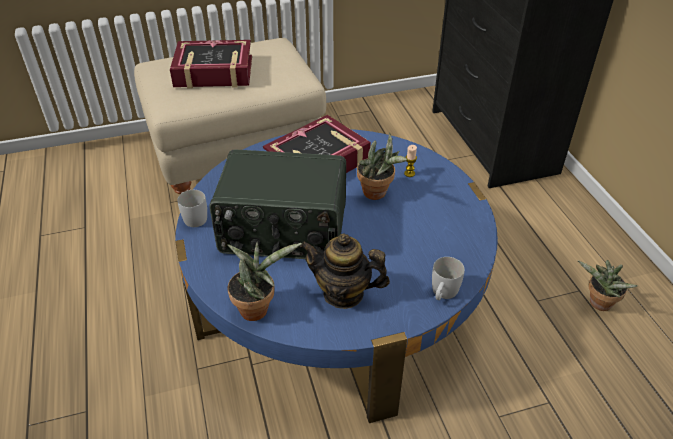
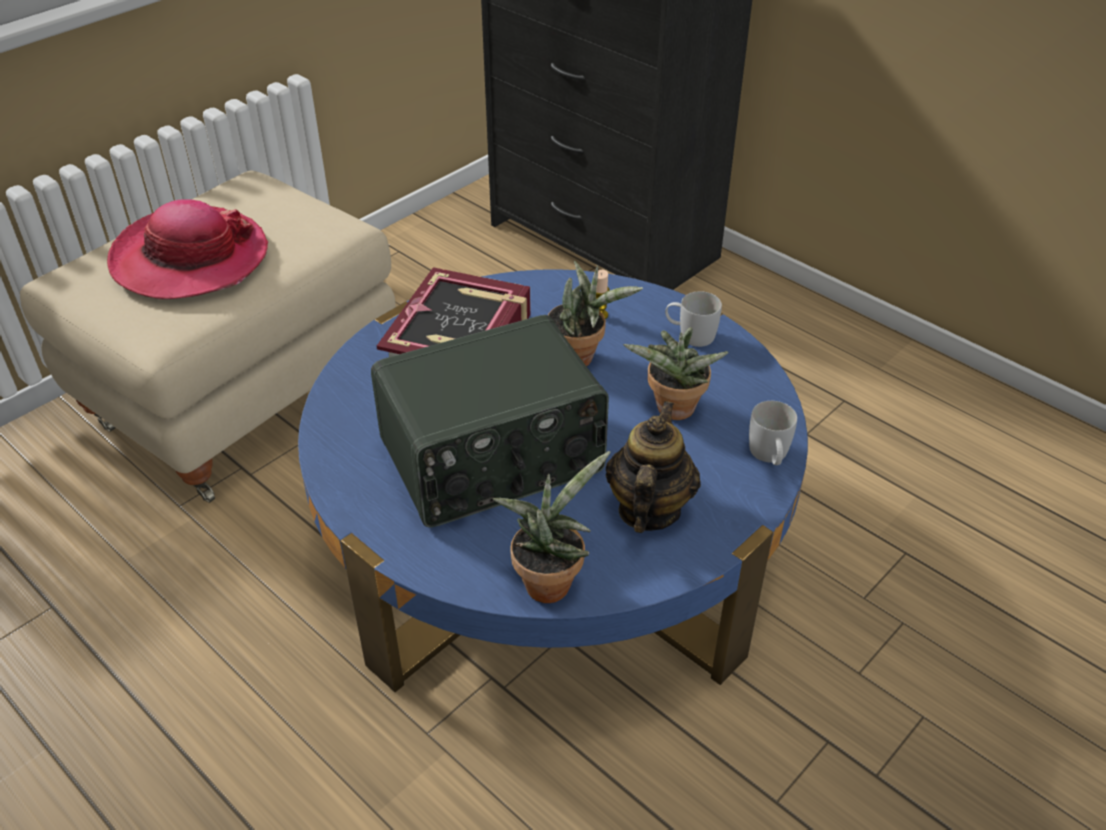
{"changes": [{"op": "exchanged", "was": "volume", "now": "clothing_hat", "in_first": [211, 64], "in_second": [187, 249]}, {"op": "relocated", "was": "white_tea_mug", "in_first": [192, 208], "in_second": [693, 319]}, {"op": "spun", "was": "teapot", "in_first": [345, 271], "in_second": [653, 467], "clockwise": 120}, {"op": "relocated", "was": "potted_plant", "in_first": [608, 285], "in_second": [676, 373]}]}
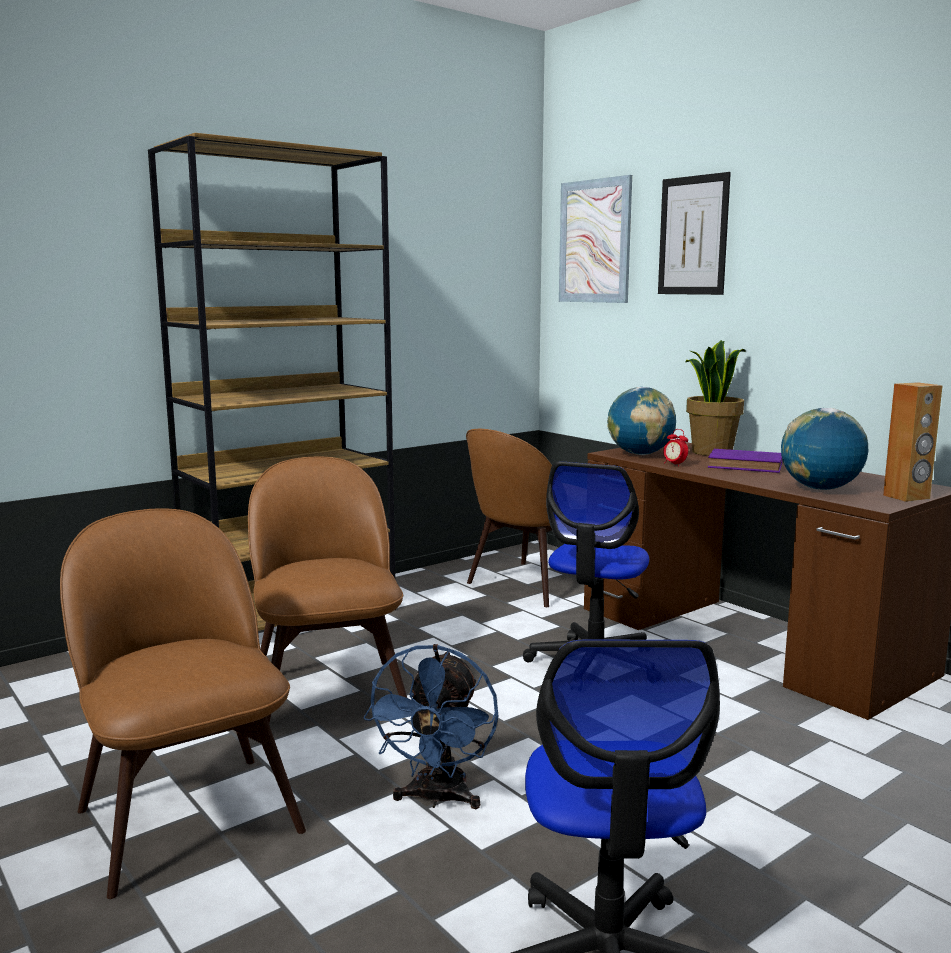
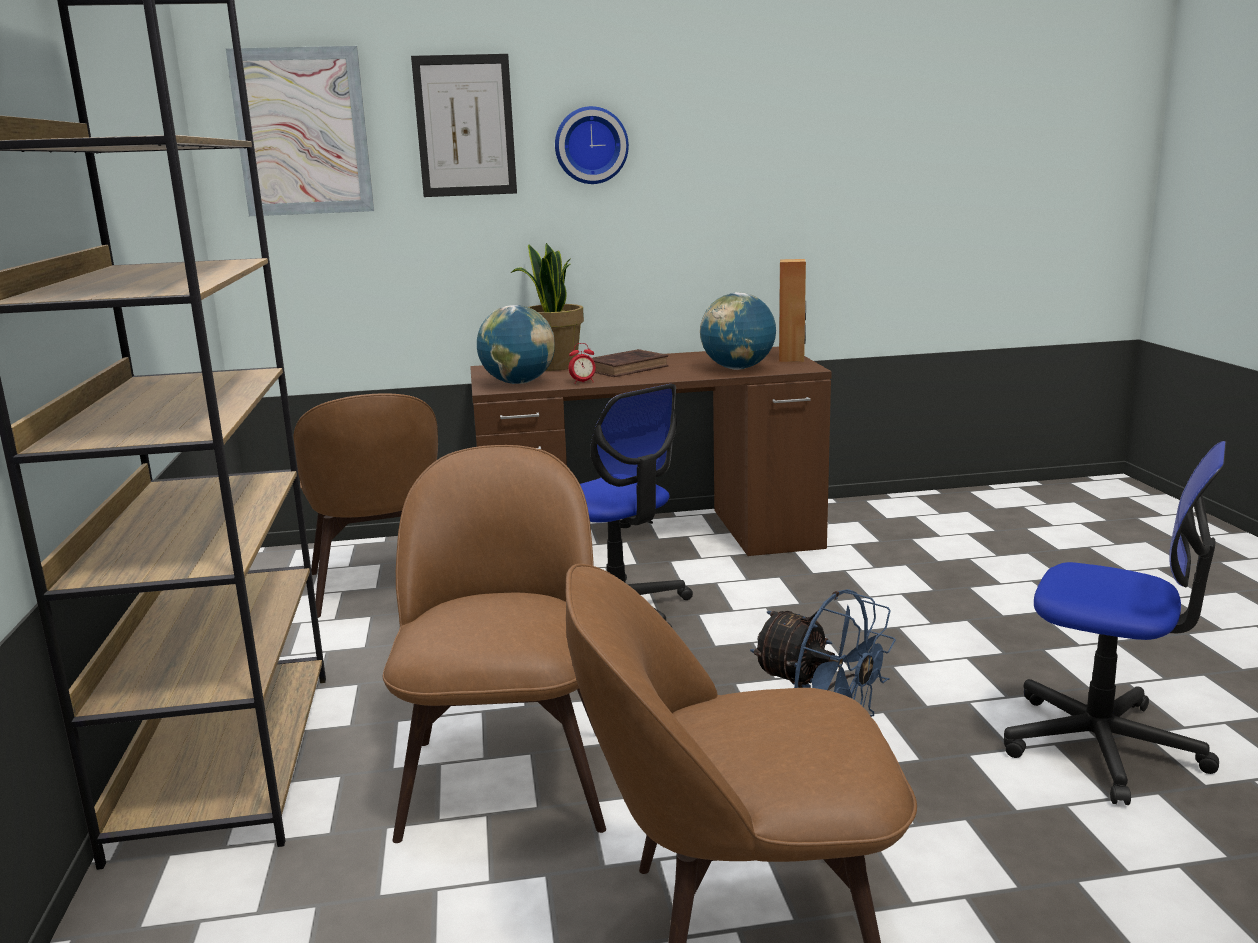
{"changes": [{"op": "spun", "was": "brown-coloured_chair", "in_first": [327, 589], "in_second": [494, 644], "clockwise": 75}, {"op": "colour", "was": "purplish_volume", "now": "brown-coloured_volume", "in_first": [745, 461], "in_second": [630, 363]}, {"op": "appeared", "now": "wall_clock", "in_second": [592, 145]}]}
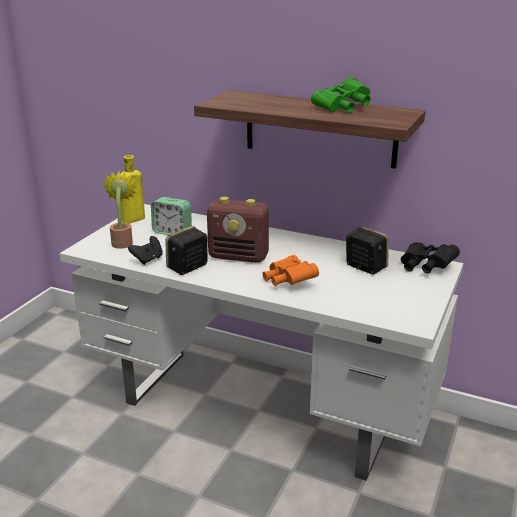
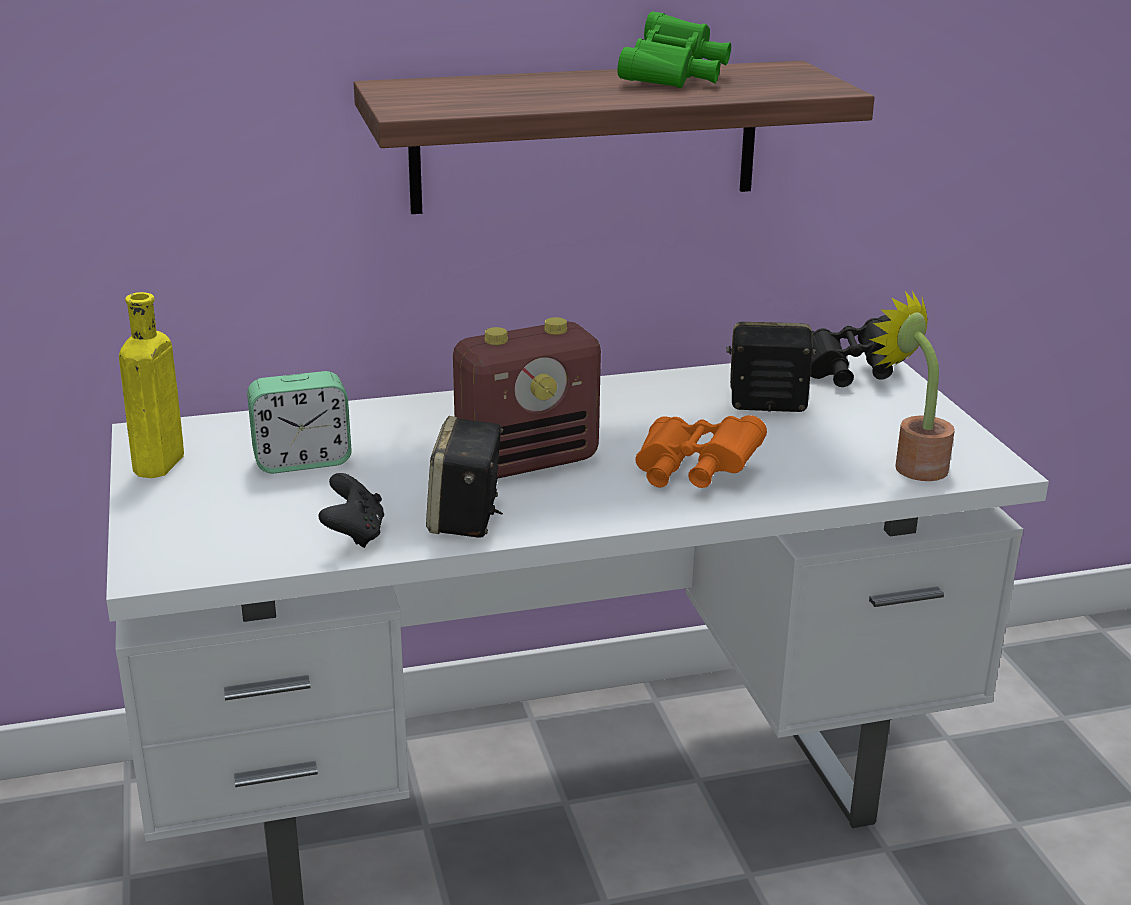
{"changes": [{"op": "relocated", "was": "potted_plant", "in_first": [120, 210], "in_second": [912, 386]}]}
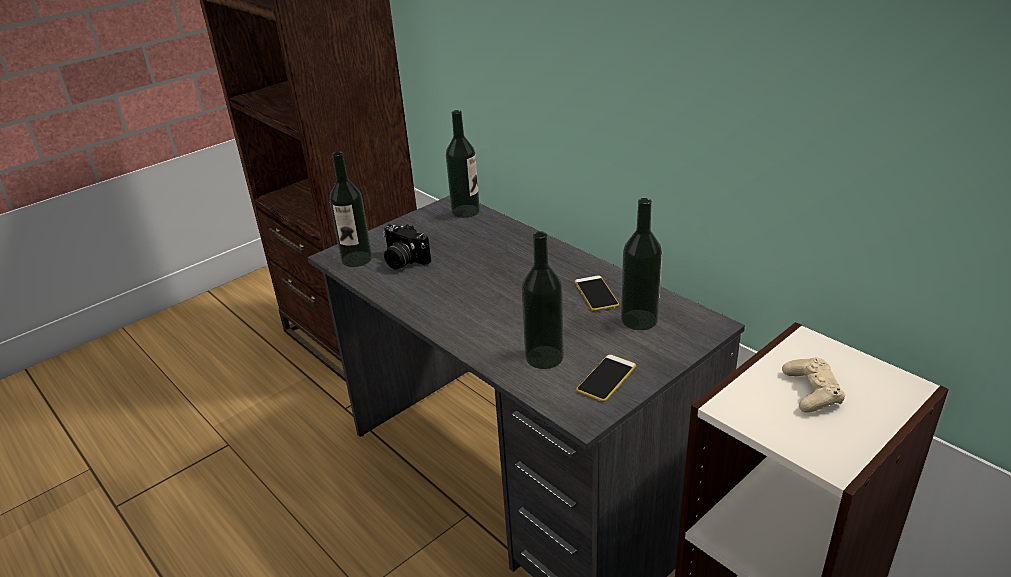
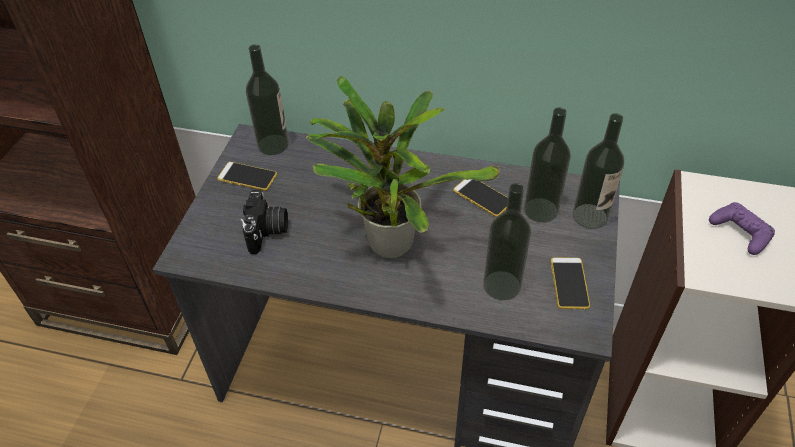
{"changes": [{"op": "relocated", "was": "bottle", "in_first": [350, 209], "in_second": [598, 171]}, {"op": "spun", "was": "photo_camera", "in_first": [407, 247], "in_second": [264, 221], "clockwise": -90}, {"op": "colour", "was": "beige_game_controller", "now": "purplish_game_controller", "in_first": [813, 385], "in_second": [742, 228]}, {"op": "appeared", "now": "telephone", "in_second": [247, 176]}, {"op": "appeared", "now": "potted_plant", "in_second": [403, 167]}]}
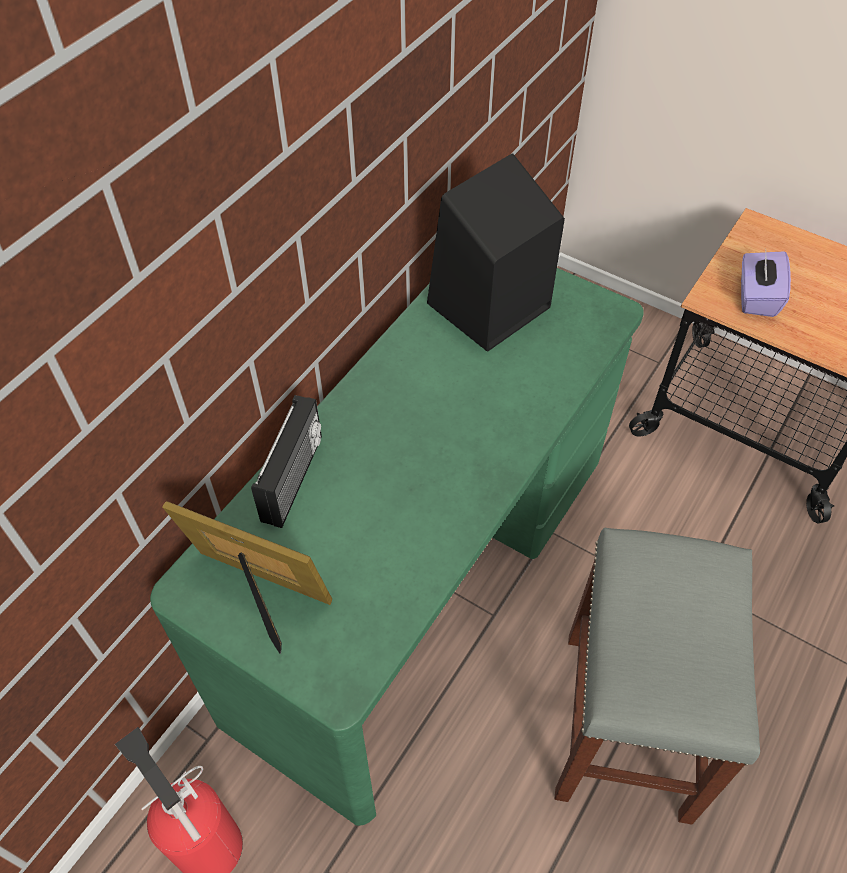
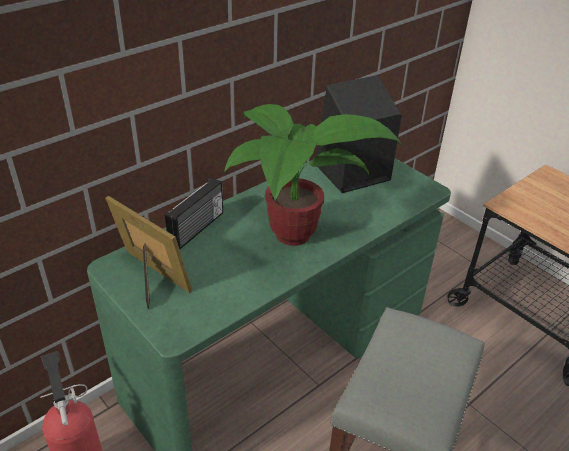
{"changes": [{"op": "missing", "was": "purplish_tissue_box", "in_first": [766, 284]}, {"op": "appeared", "now": "potted_plant", "in_second": [313, 175]}]}
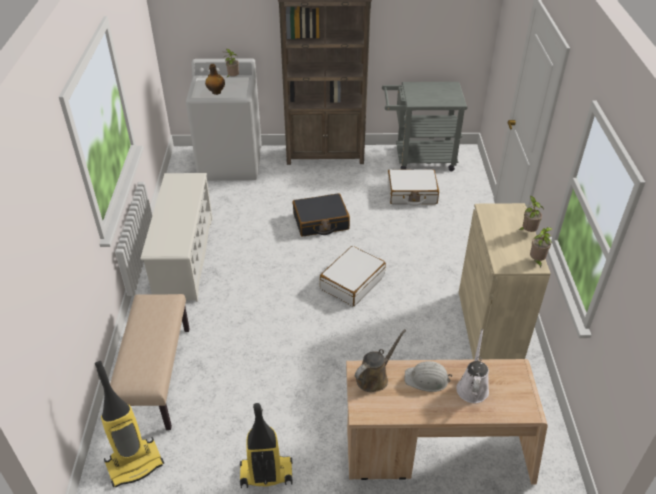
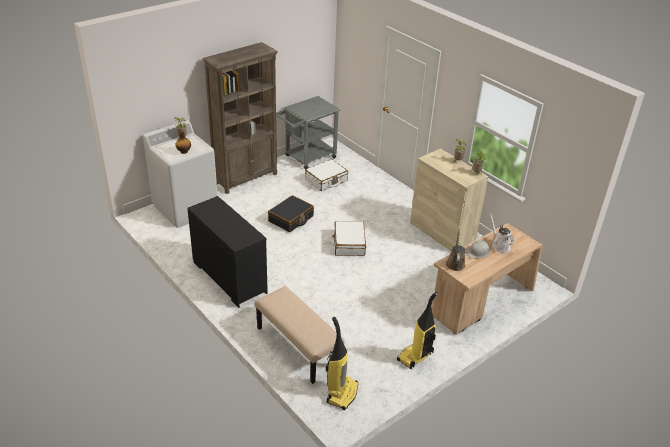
{"changes": [{"op": "exchanged", "was": "white_shoe_stand", "now": "black_dresser", "in_first": [177, 237], "in_second": [227, 252]}]}
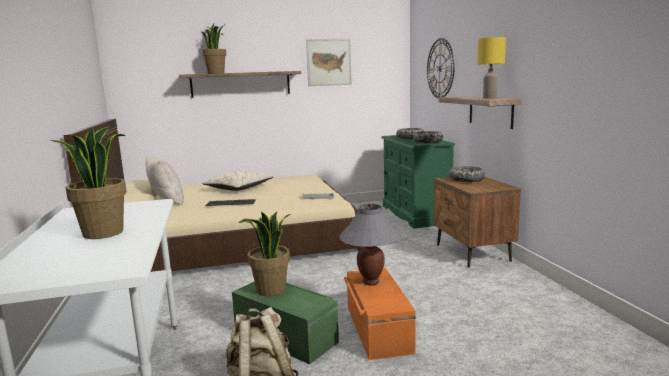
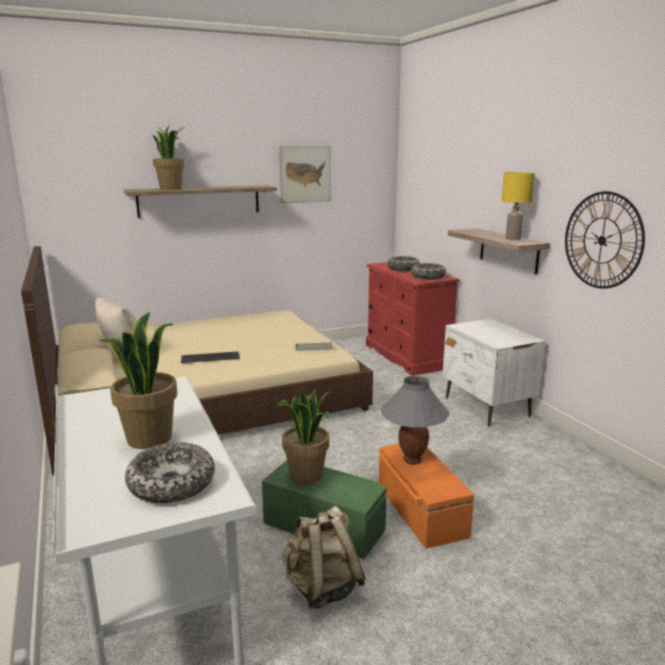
{"changes": [{"op": "missing", "was": "beige_pillow", "in_first": [237, 180]}, {"op": "colour", "was": "green-coloured_dresser", "now": "red_dresser", "in_first": [418, 182], "in_second": [413, 319]}, {"op": "relocated", "was": "wall_clock", "in_first": [441, 68], "in_second": [605, 240]}, {"op": "colour", "was": "brown-coloured_bedside_table", "now": "white_bedside_table", "in_first": [477, 222], "in_second": [493, 373]}, {"op": "relocated", "was": "serving_bowl", "in_first": [467, 174], "in_second": [170, 472]}]}
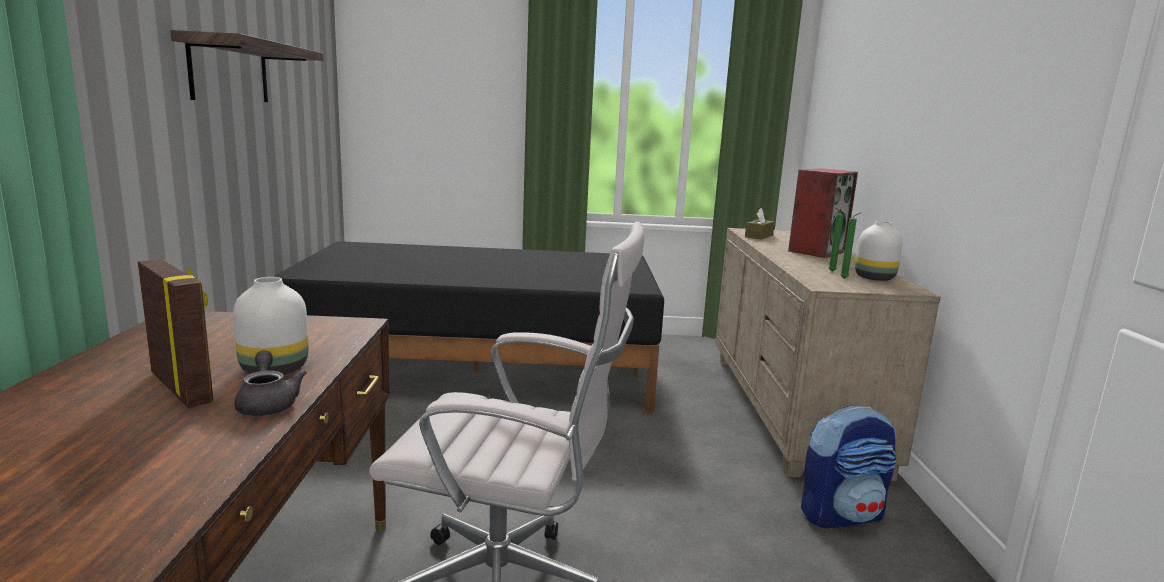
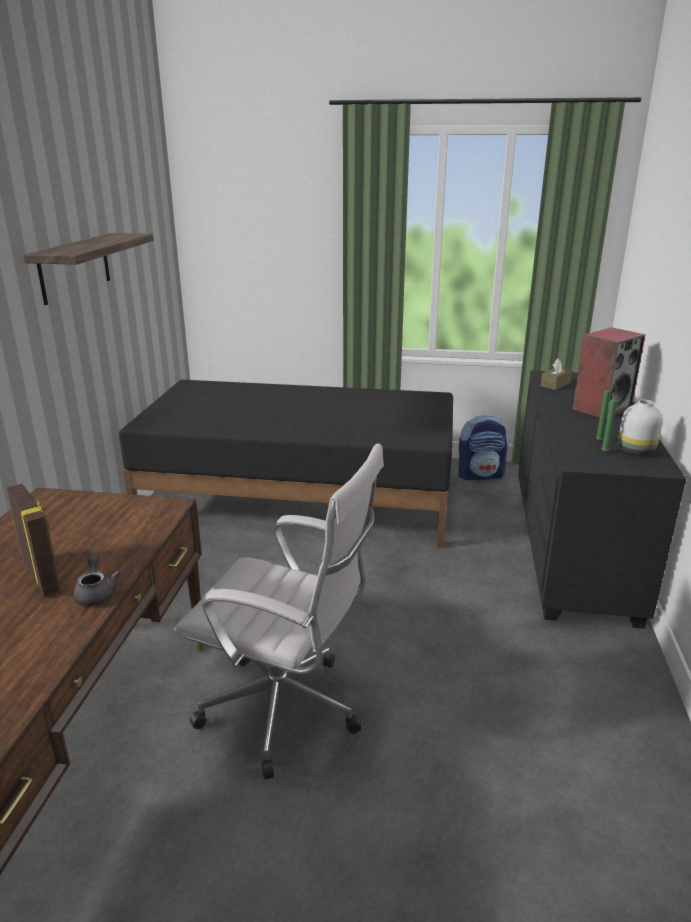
{"changes": [{"op": "missing", "was": "white_vase", "in_first": [271, 326]}, {"op": "colour", "was": "beige_dresser", "now": "black_dresser", "in_first": [828, 354], "in_second": [602, 500]}, {"op": "relocated", "was": "backpack", "in_first": [848, 466], "in_second": [483, 447]}]}
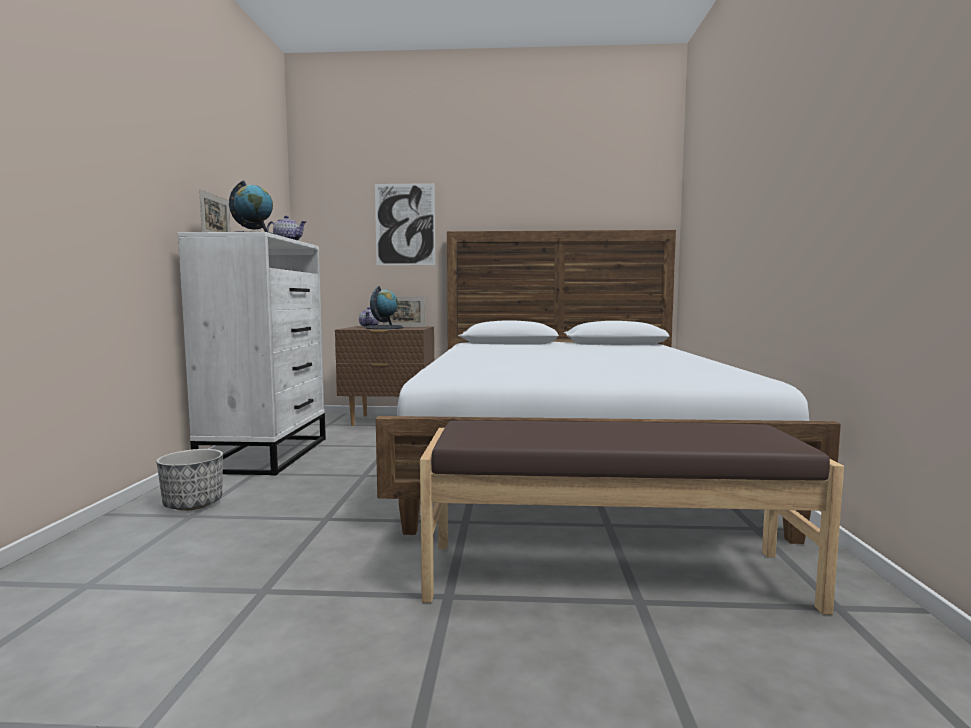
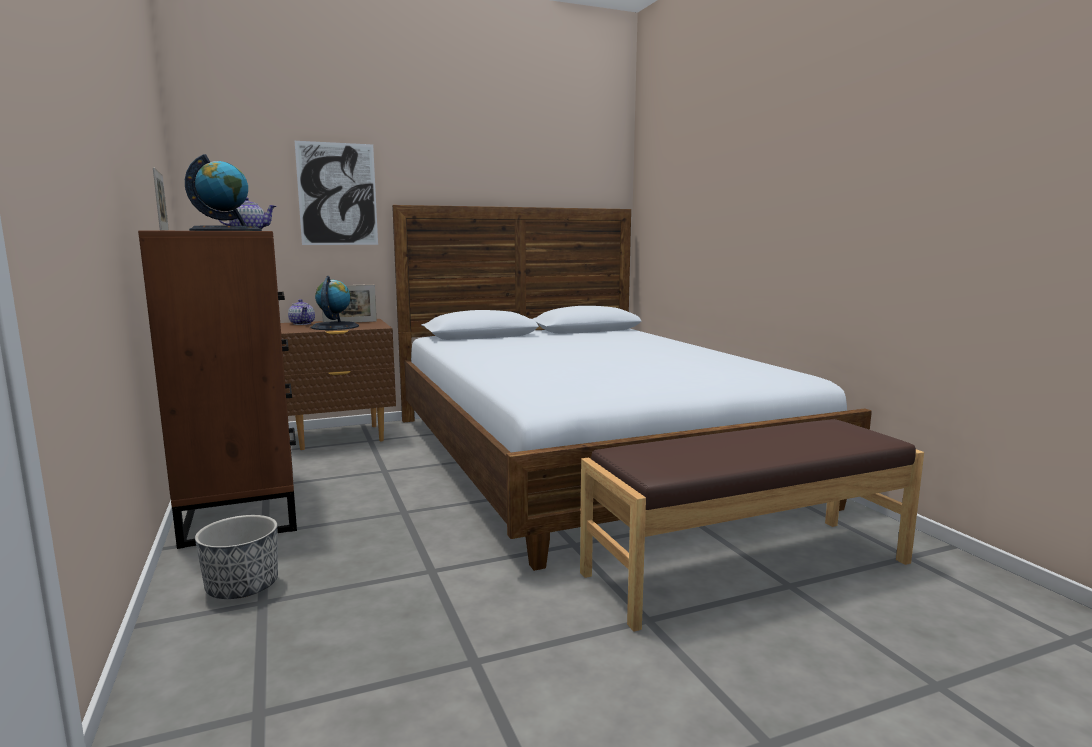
{"changes": [{"op": "colour", "was": "white_dresser", "now": "brown-coloured_dresser", "in_first": [251, 354], "in_second": [217, 390]}]}
